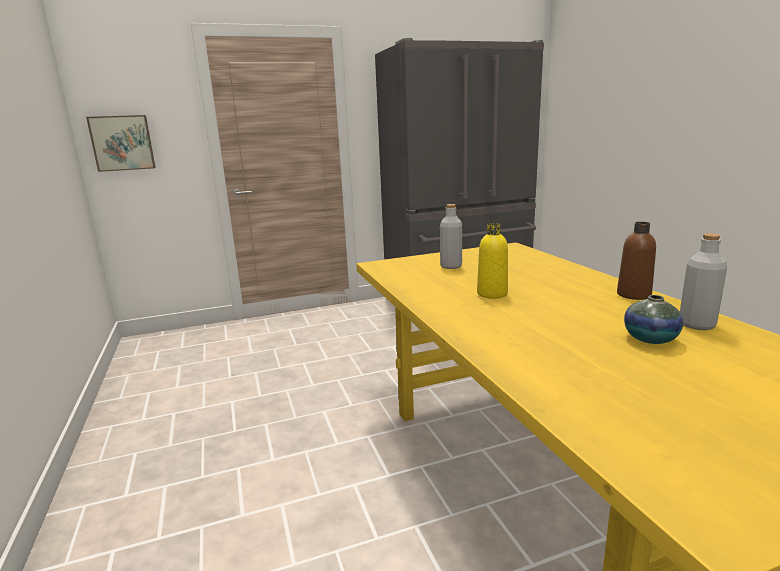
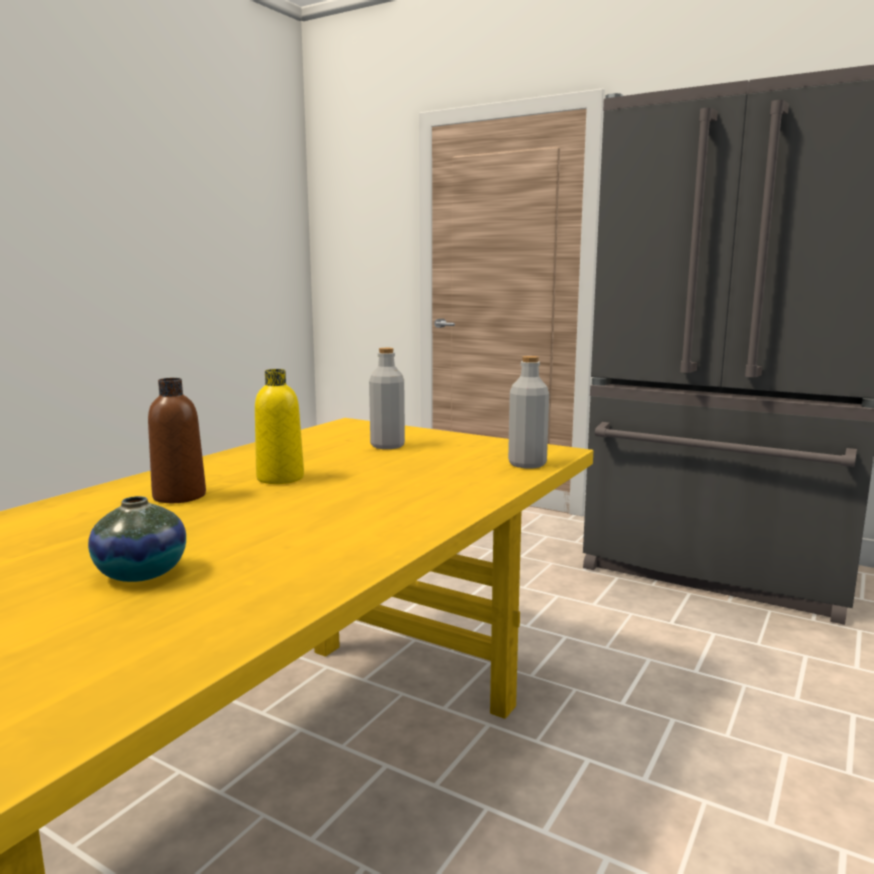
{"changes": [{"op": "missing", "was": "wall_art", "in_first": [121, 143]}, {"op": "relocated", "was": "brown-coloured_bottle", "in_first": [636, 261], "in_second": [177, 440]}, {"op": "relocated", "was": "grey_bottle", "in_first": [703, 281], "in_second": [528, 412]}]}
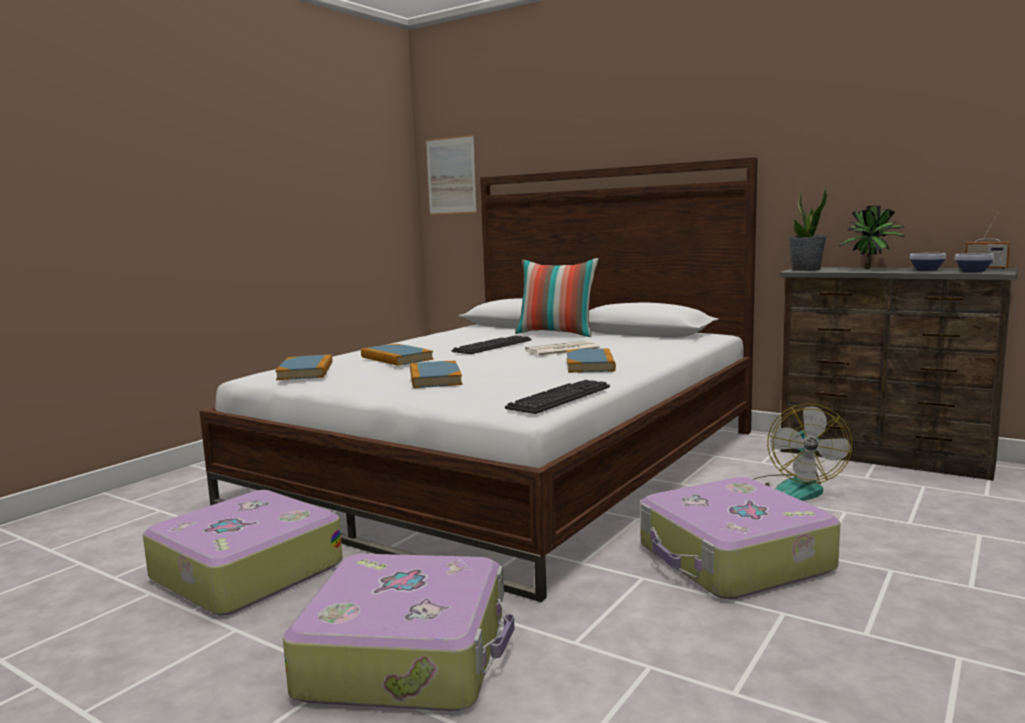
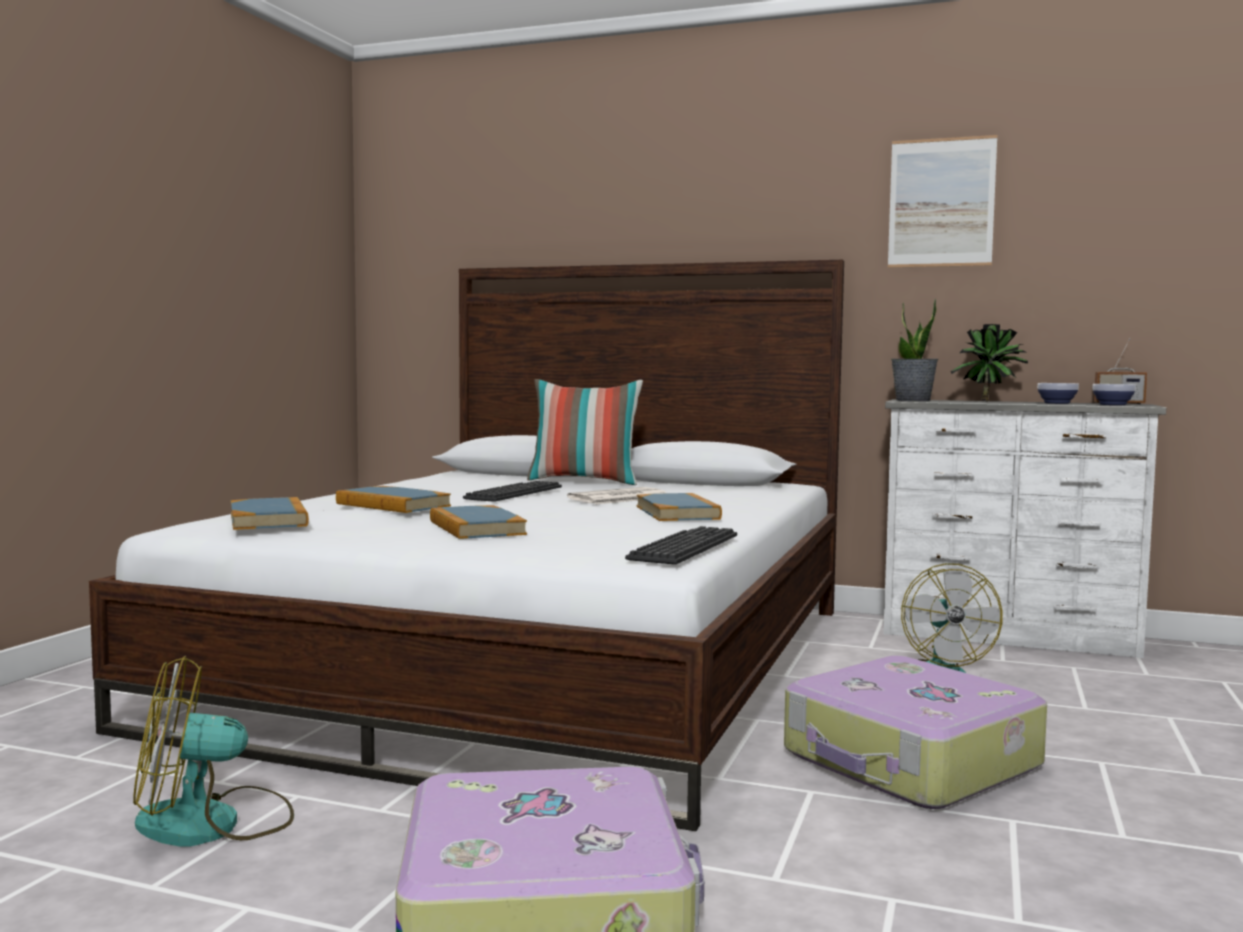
{"changes": [{"op": "exchanged", "was": "piece_of_luggage", "now": "electric_fan", "in_first": [243, 552], "in_second": [213, 751]}, {"op": "relocated", "was": "wall_art", "in_first": [451, 174], "in_second": [942, 201]}, {"op": "colour", "was": "brown-coloured_dresser", "now": "white_dresser", "in_first": [899, 374], "in_second": [1024, 528]}]}
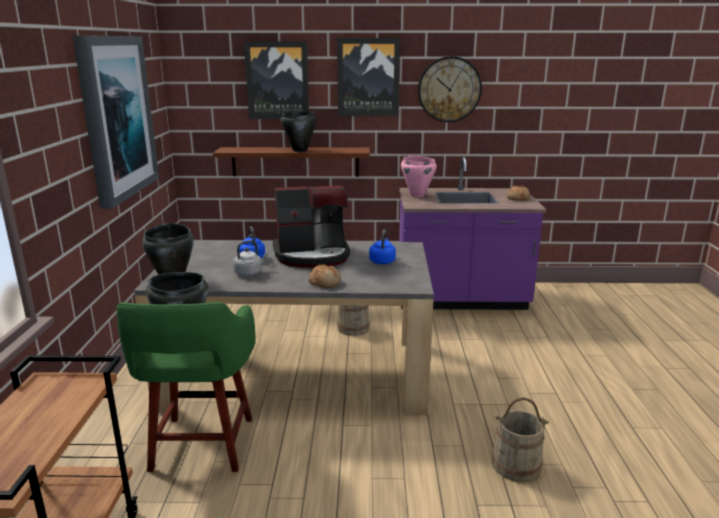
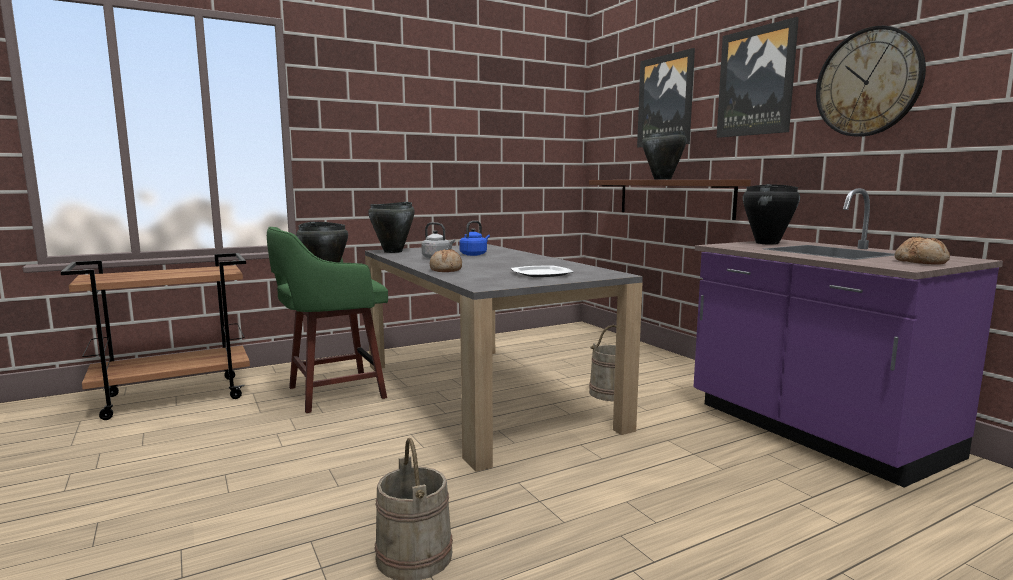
{"changes": [{"op": "missing", "was": "wall_art", "in_first": [115, 122]}, {"op": "missing", "was": "coffee_brewer", "in_first": [311, 226]}, {"op": "exchanged", "was": "blue_water_kettle", "now": "dinner_plate", "in_first": [382, 246], "in_second": [542, 271]}, {"op": "colour", "was": "pink_cooking_pot", "now": "black_cooking_pot", "in_first": [419, 176], "in_second": [771, 214]}]}
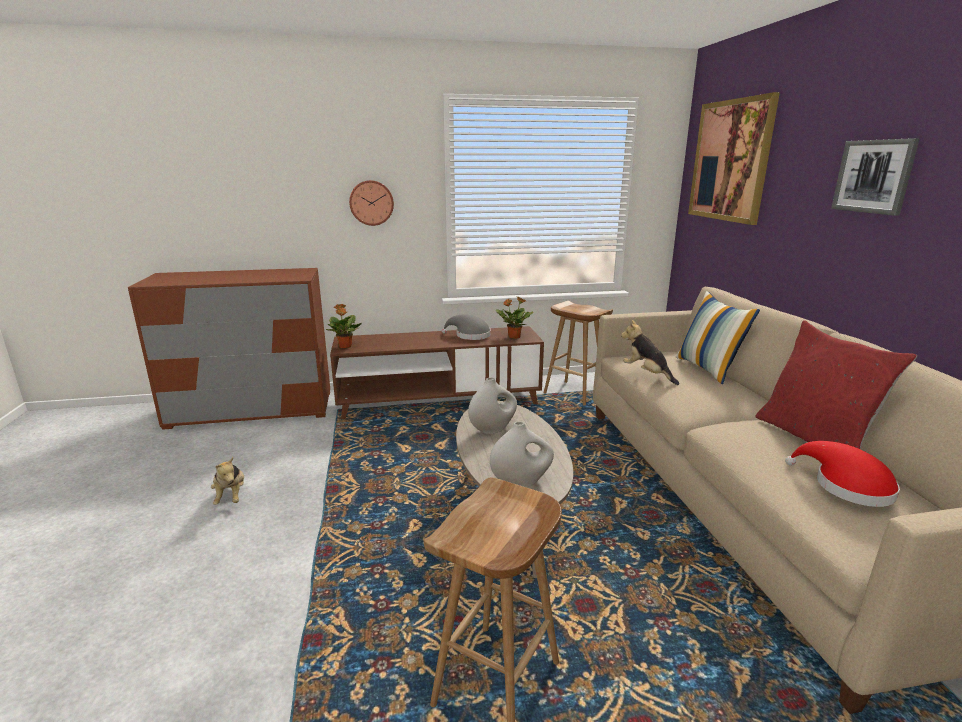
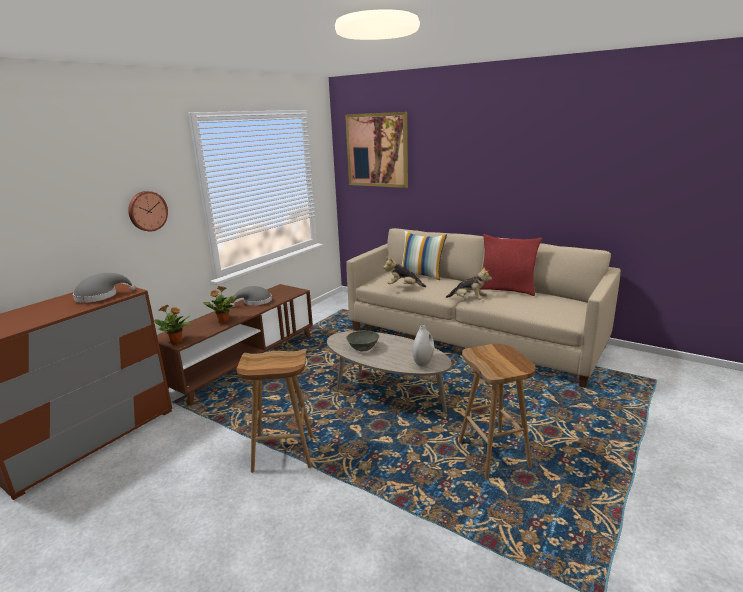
{"changes": [{"op": "relocated", "was": "plush_toy", "in_first": [227, 481], "in_second": [469, 283]}, {"op": "exchanged", "was": "white_vase", "now": "grey_serving_bowl", "in_first": [492, 405], "in_second": [362, 340]}, {"op": "relocated", "was": "potted_plant", "in_first": [515, 318], "in_second": [219, 304]}, {"op": "relocated", "was": "brown-coloured_sitting_stool", "in_first": [578, 353], "in_second": [275, 411]}, {"op": "missing", "was": "red_clothing_hat", "in_first": [842, 474]}, {"op": "missing", "was": "wall_art", "in_first": [875, 177]}, {"op": "appeared", "now": "grey_clothing_hat", "in_second": [104, 288]}]}
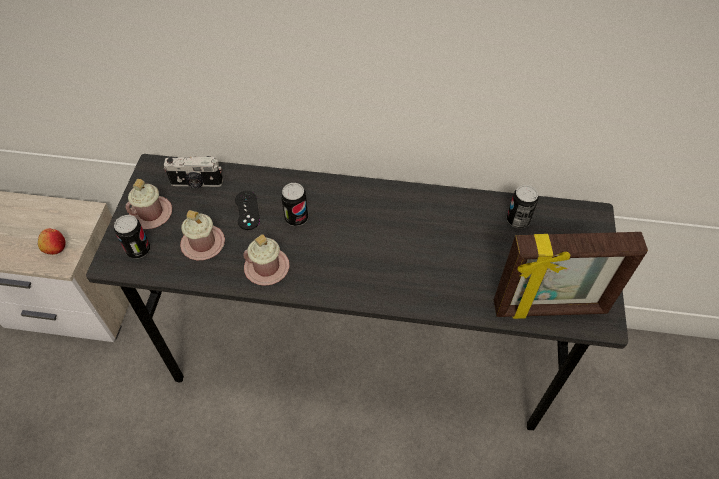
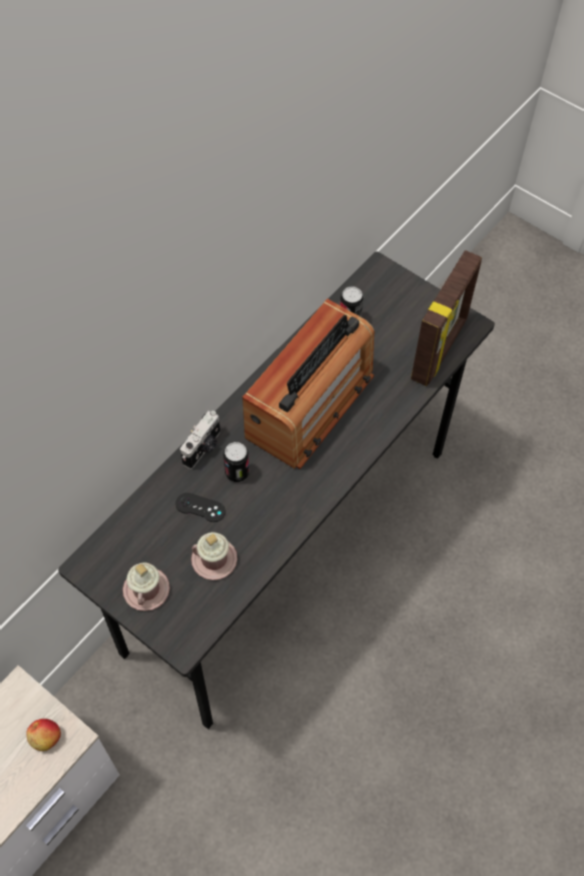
{"changes": [{"op": "missing", "was": "metal_can", "in_first": [132, 237]}, {"op": "relocated", "was": "photo_camera", "in_first": [193, 172], "in_second": [200, 440]}, {"op": "missing", "was": "pink_tea_mug", "in_first": [266, 260]}, {"op": "appeared", "now": "radio_set", "in_second": [308, 384]}]}
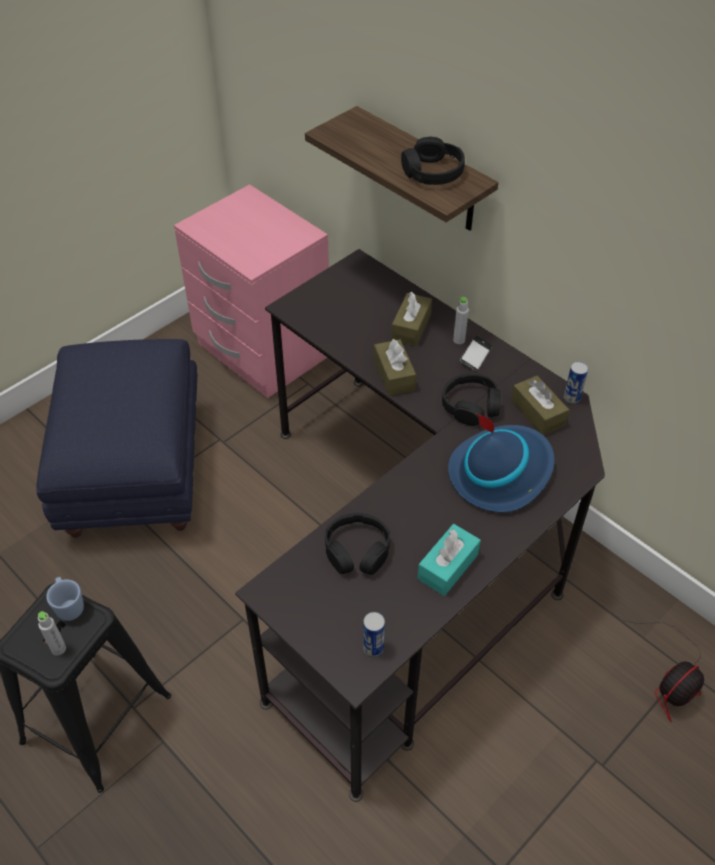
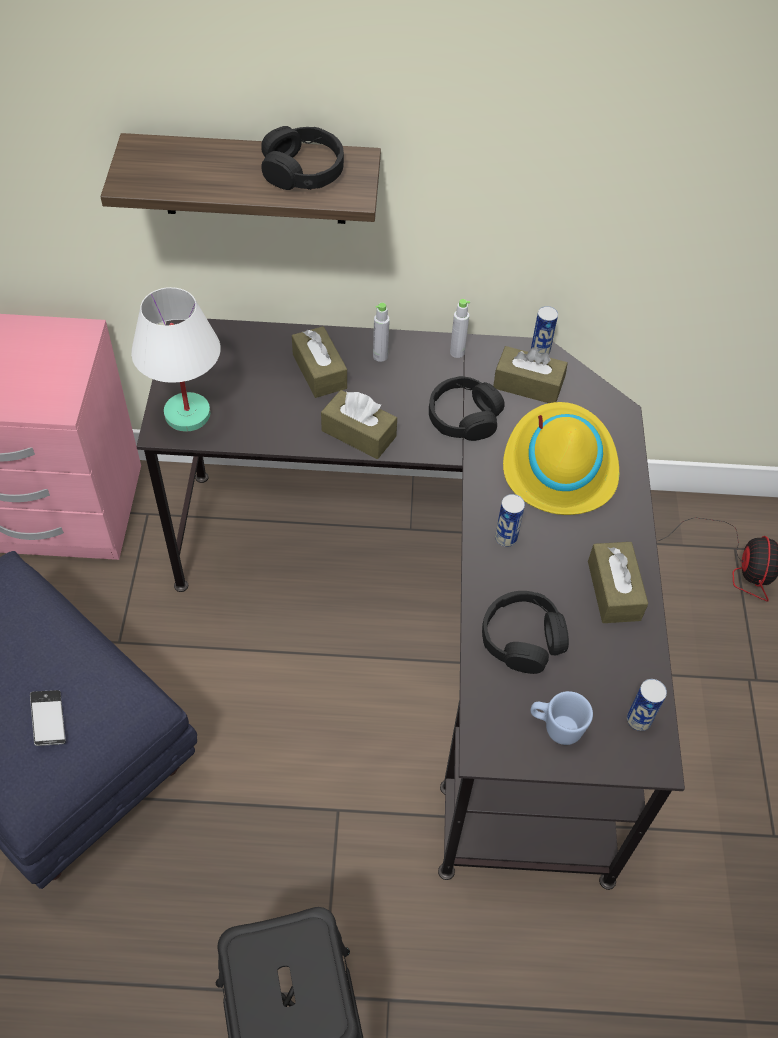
{"changes": [{"op": "relocated", "was": "grey_bottle", "in_first": [52, 633], "in_second": [460, 328]}, {"op": "relocated", "was": "blue_tea_mug", "in_first": [65, 599], "in_second": [562, 718]}, {"op": "colour", "was": "turquoise-coloured_tissue_box", "now": "brown-coloured_tissue_box", "in_first": [449, 560], "in_second": [618, 582]}, {"op": "colour", "was": "blue_clothing_hat", "now": "yellowish_clothing_hat", "in_first": [501, 462], "in_second": [561, 458]}, {"op": "relocated", "was": "telephone", "in_first": [476, 353], "in_second": [48, 718]}, {"op": "appeared", "now": "white_tabletop_lamp", "in_second": [176, 359]}, {"op": "appeared", "now": "metal_can", "in_second": [510, 520]}]}
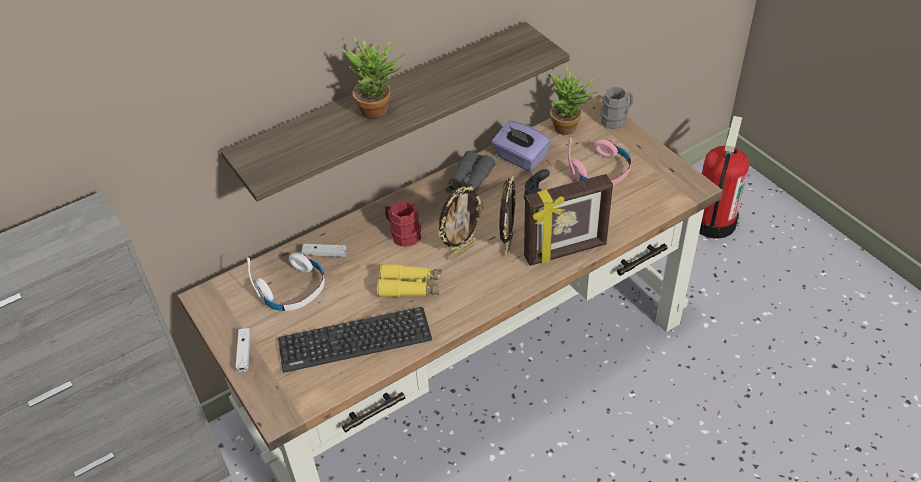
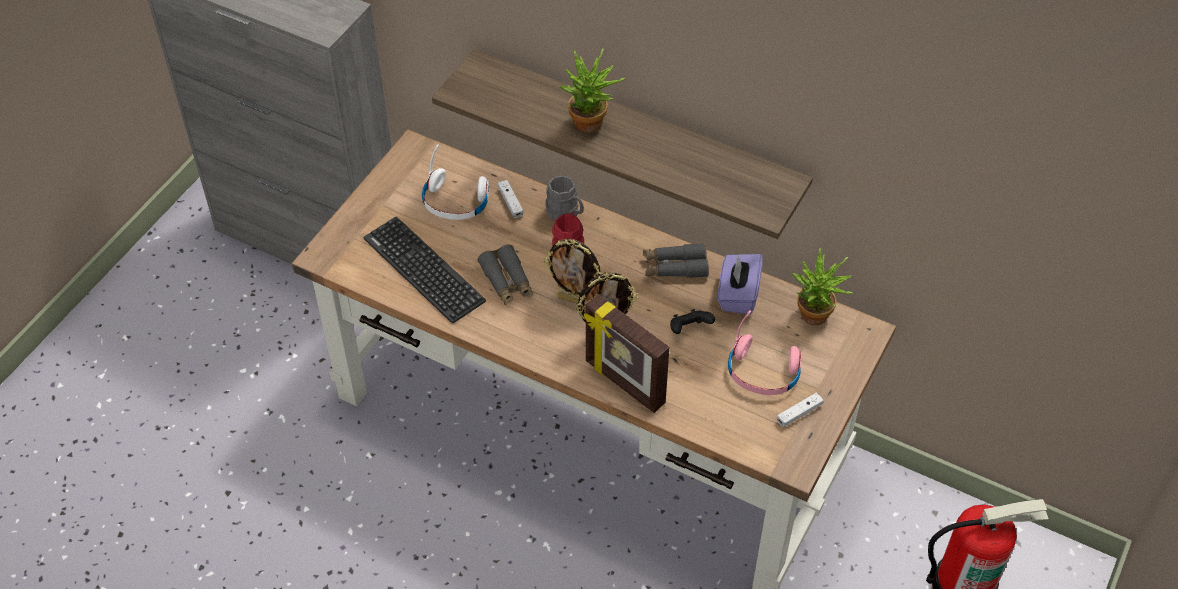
{"changes": [{"op": "relocated", "was": "white_game_controller", "in_first": [243, 350], "in_second": [800, 410]}, {"op": "colour", "was": "yellowish_field_glasses", "now": "grey_field_glasses", "in_first": [409, 280], "in_second": [505, 274]}, {"op": "relocated", "was": "grey_tea_mug", "in_first": [616, 108], "in_second": [564, 198]}]}
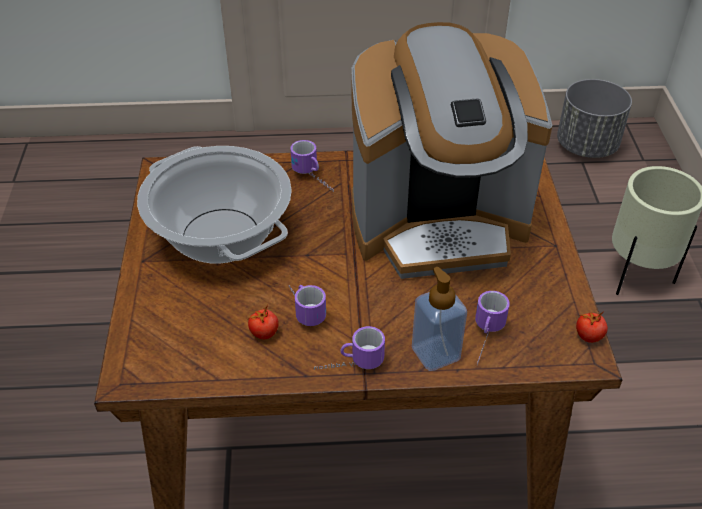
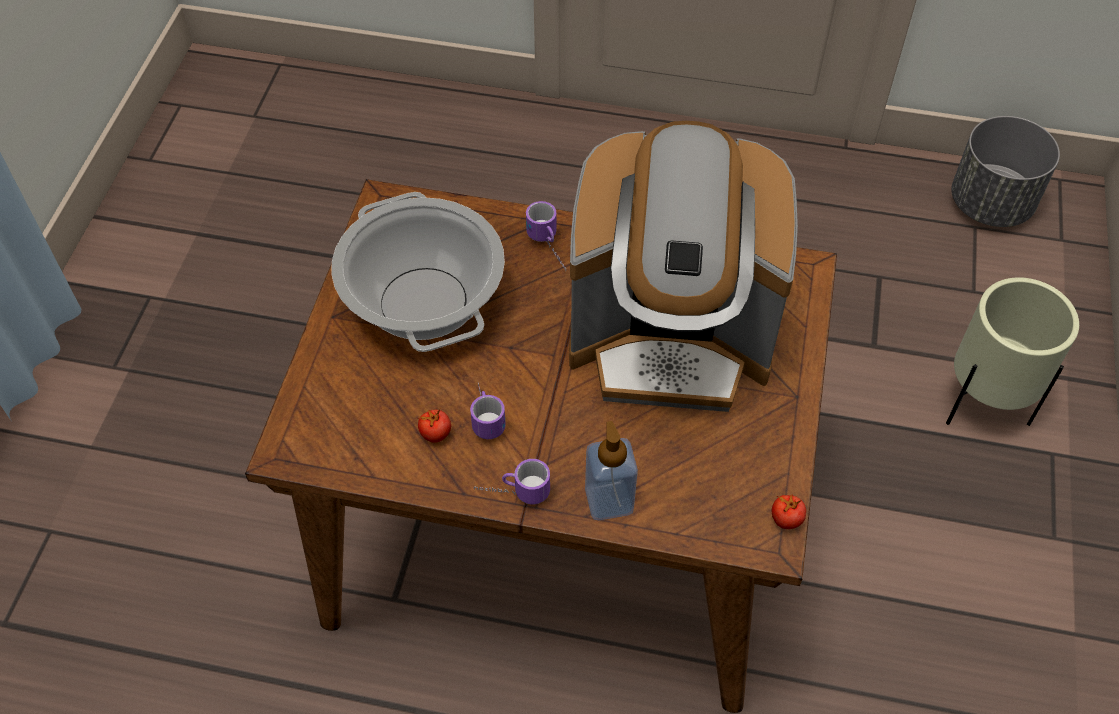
{"changes": [{"op": "missing", "was": "tea_mug", "in_first": [492, 328]}]}
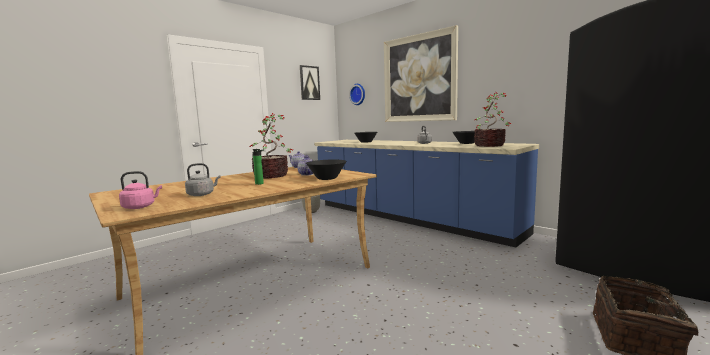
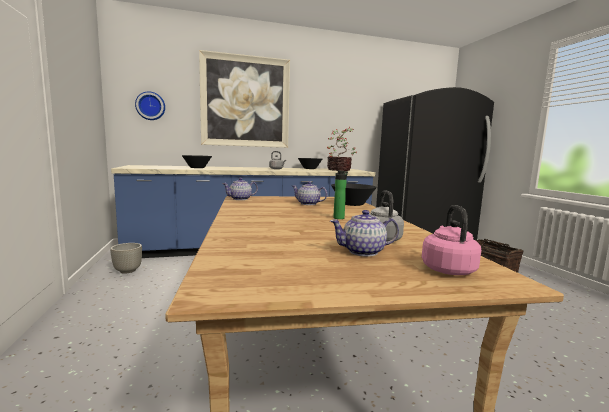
{"changes": [{"op": "missing", "was": "potted_plant", "in_first": [271, 145]}, {"op": "missing", "was": "wall_art", "in_first": [310, 82]}, {"op": "appeared", "now": "teapot", "in_second": [364, 233]}]}
